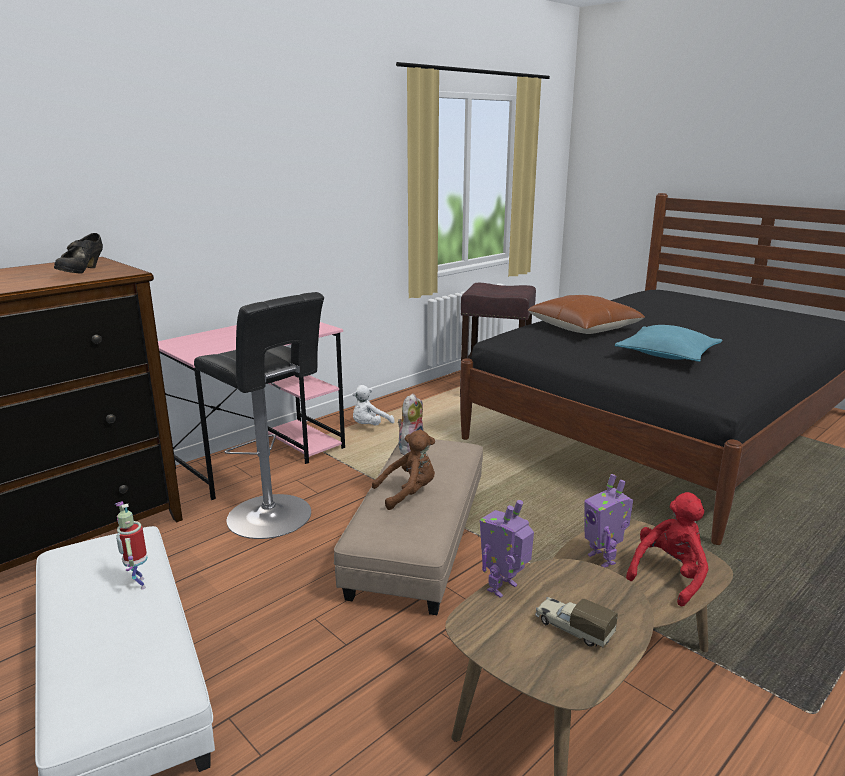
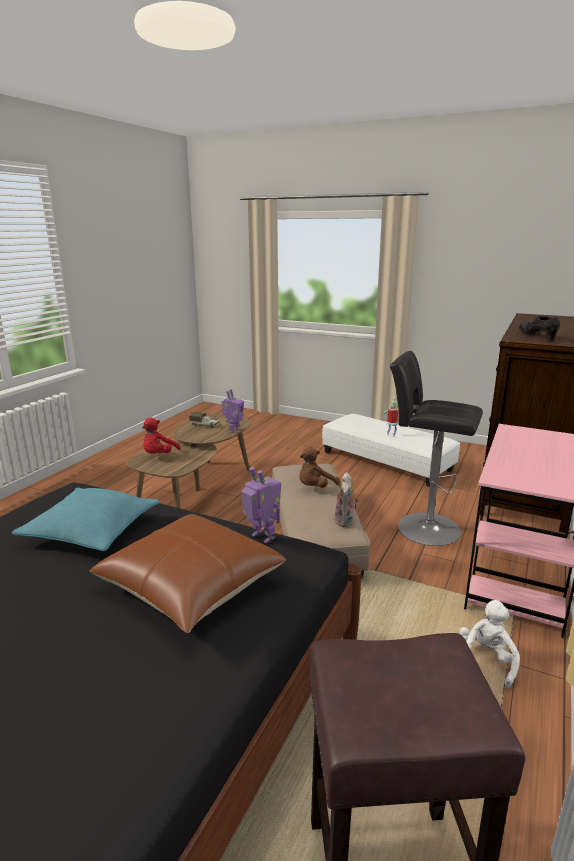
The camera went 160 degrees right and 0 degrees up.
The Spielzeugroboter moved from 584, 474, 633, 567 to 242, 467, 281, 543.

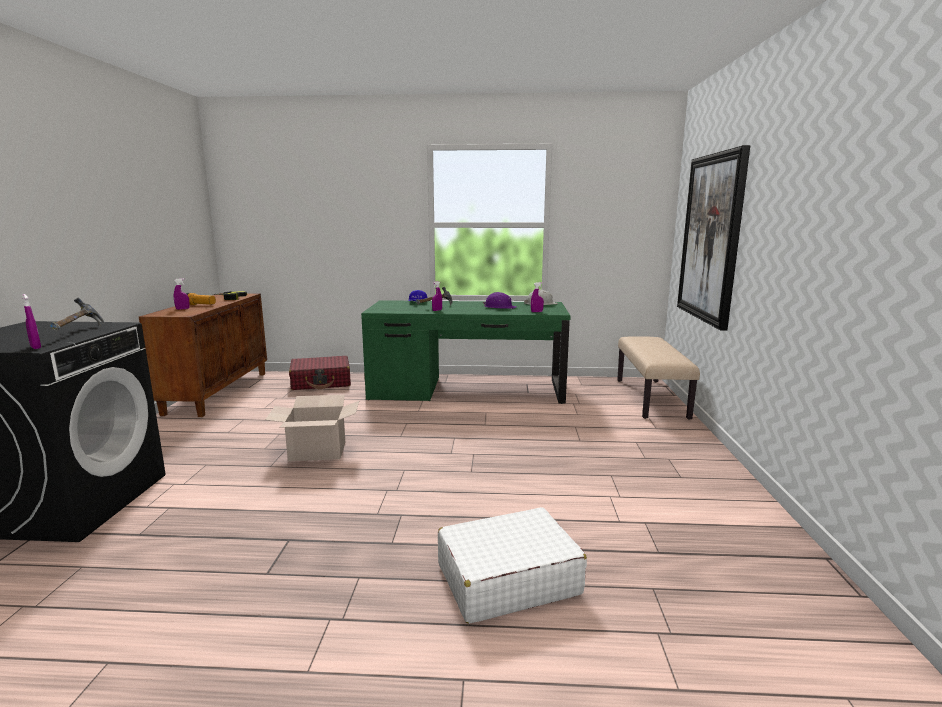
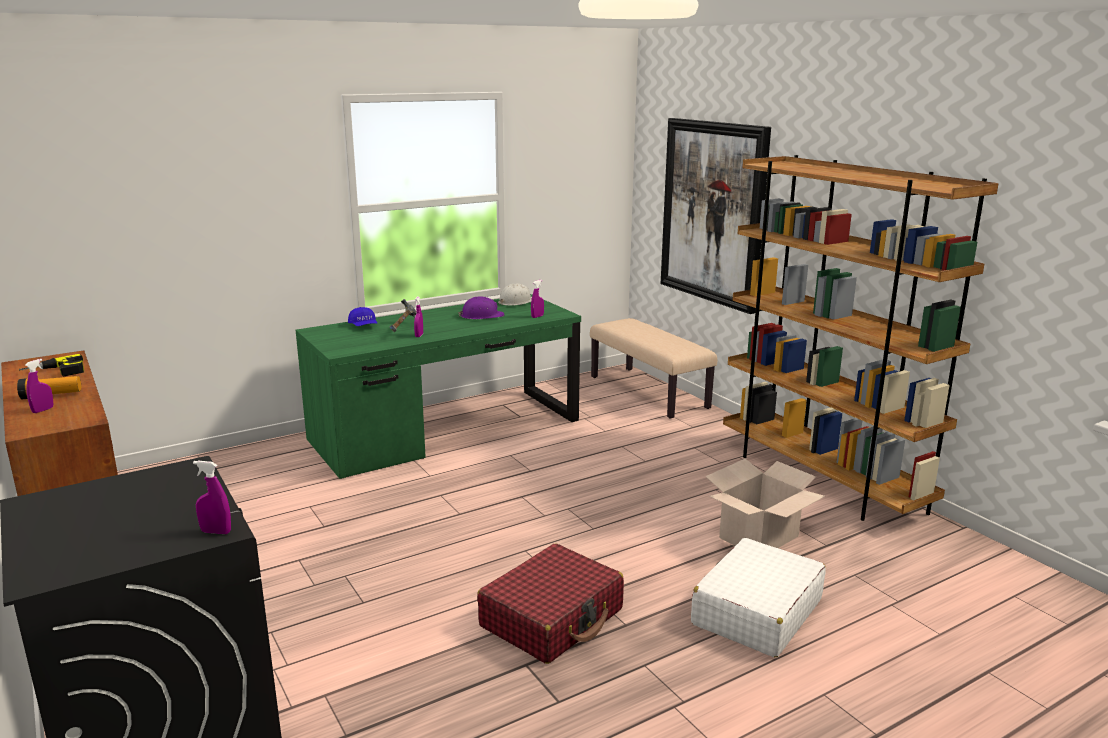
The camera went 35 degrees left and 5 degrees up.
The Hammer at 49, 297, 105, 331 disappeared.
The Karton moved from 265, 395, 359, 461 to 705, 458, 825, 548.
The Koffer [rot] moved from 289, 356, 351, 390 to 477, 543, 624, 664.
The Bücherregal [braun] at 723, 155, 999, 521 appeared.

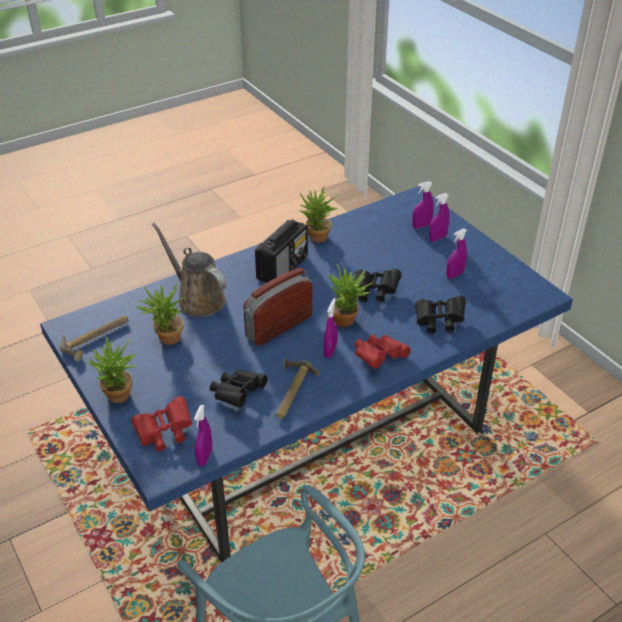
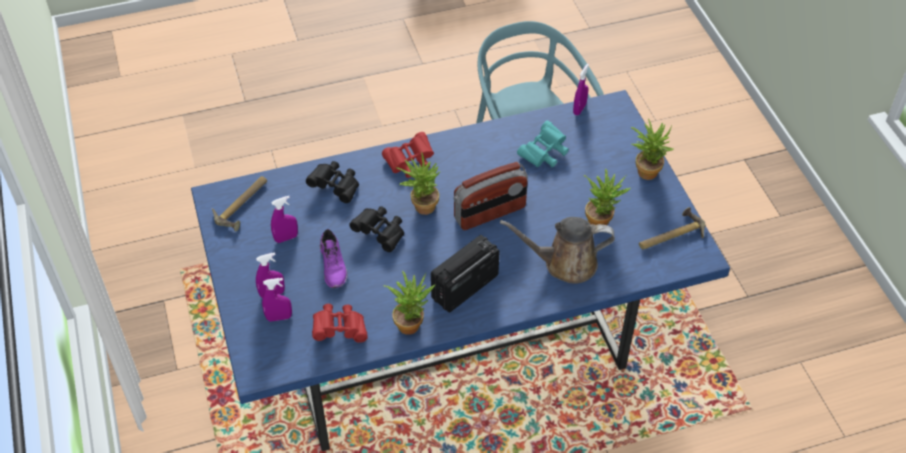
The camera went 165 degrees left and 10 degrees up.
The Fernglas [rot] moved from 131, 397, 192, 452 to 312, 304, 367, 343.
The Gießkanne [braun] at 152, 223, 226, 317 turned 120 degrees clockwise.
The Fernglas [schwarz] at 210, 370, 267, 408 became the Fernglas [türkis] at 517, 121, 569, 168.
The Hammer moved from 275, 358, 319, 418 to 212, 176, 267, 231.
The Sprühflasche [lila] at 324, 298, 338, 358 disappeared.
The Schuh [lila] at 320, 229, 348, 288 appeared.

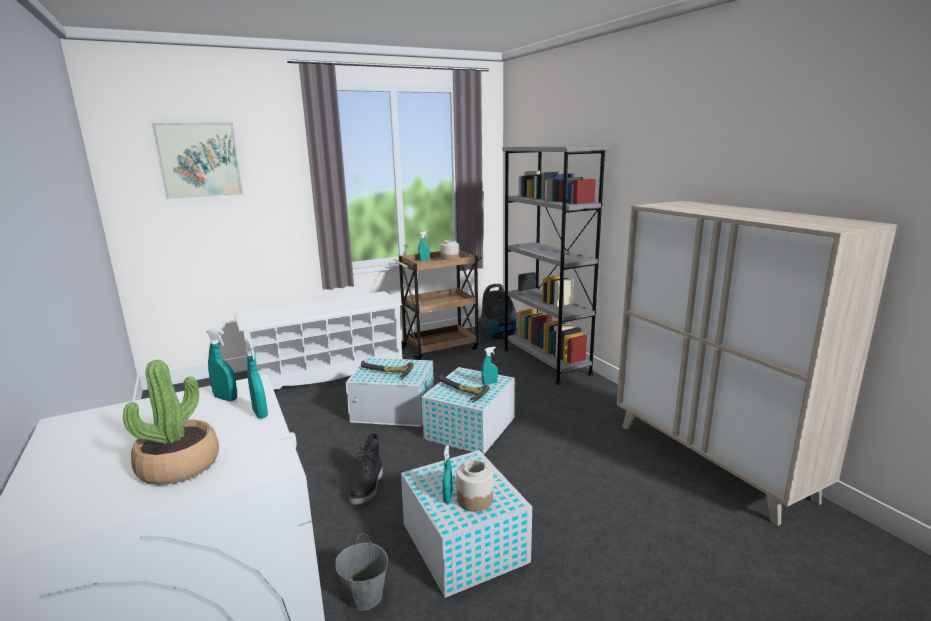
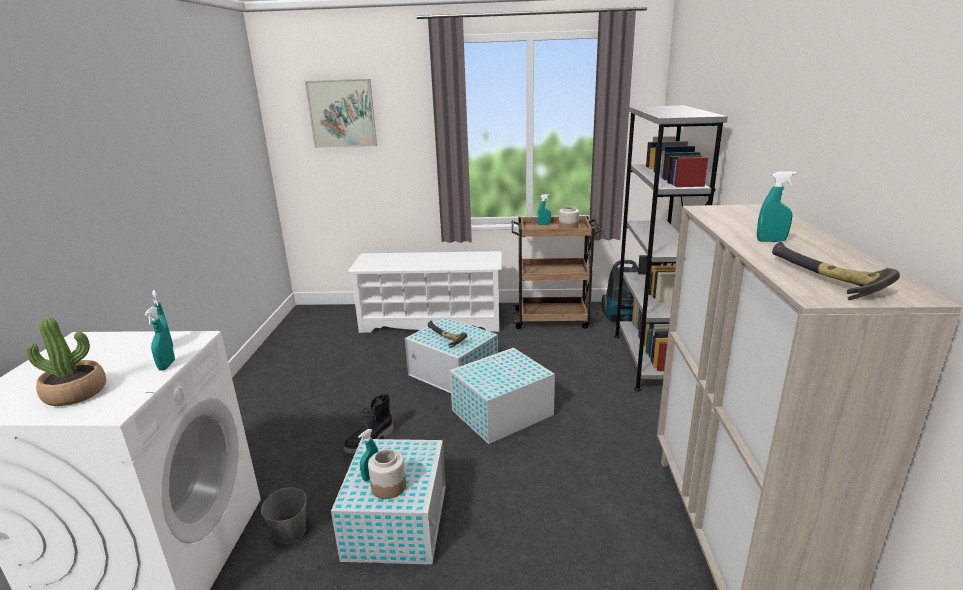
The camera went 30 degrees right and 5 degrees up.
The Hammer moved from 439, 374, 490, 403 to 772, 242, 900, 300.
The Sprühflasche [türkis] moved from 481, 347, 498, 385 to 757, 171, 797, 242.

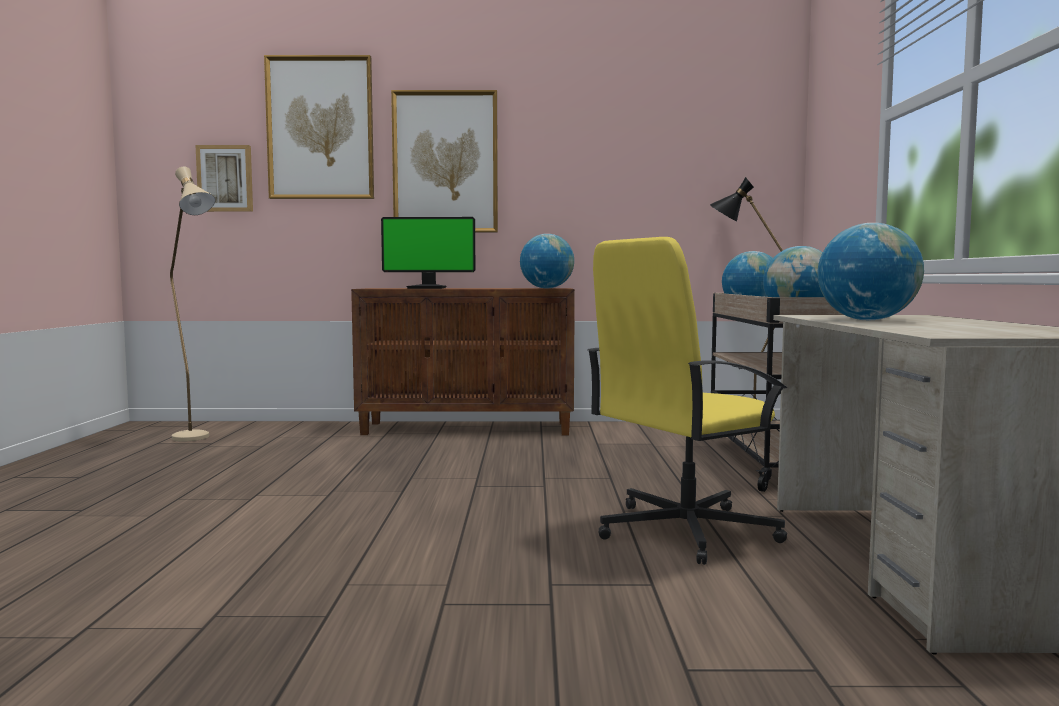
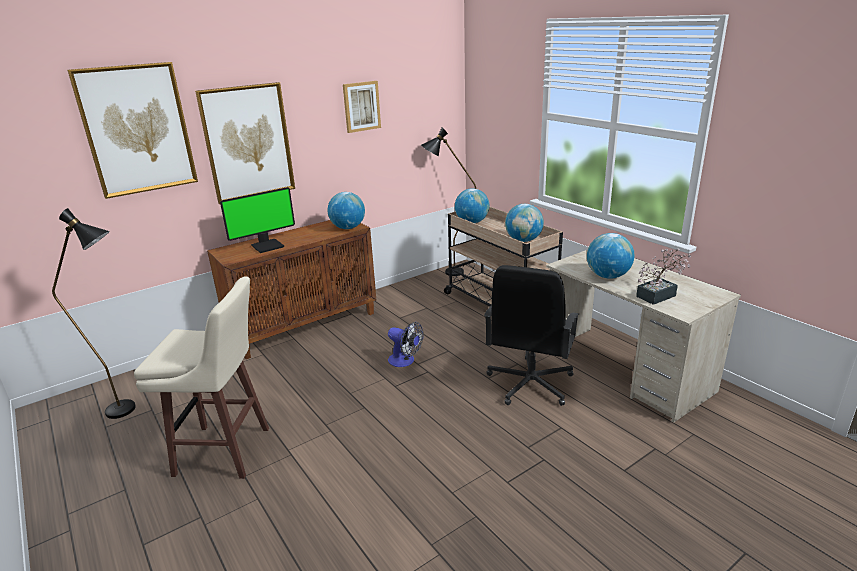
The camera went 35 degrees left and 20 degrees up.
The Stehlampe [beige] at 170, 166, 216, 441 became the Stehlampe [schwarz] at 52, 208, 136, 419.
The Bild moved from 196, 145, 253, 212 to 343, 81, 381, 133.
The Bürostuhl [gelb] at 588, 237, 787, 565 became the Bürostuhl [schwarz] at 484, 265, 579, 406.
The Hocker [beige] at 134, 276, 269, 479 appeared.
The Ventilator at 388, 322, 424, 367 appeared.
The Topfpflanze at 636, 248, 691, 305 appeared.

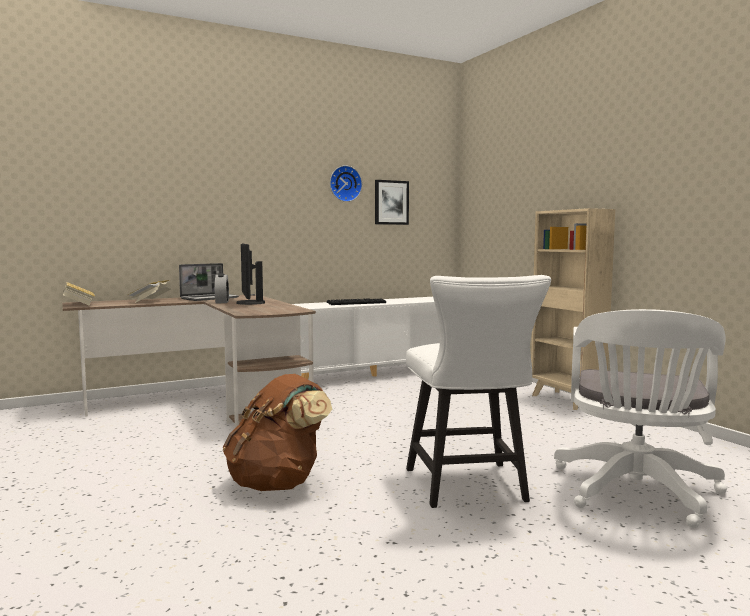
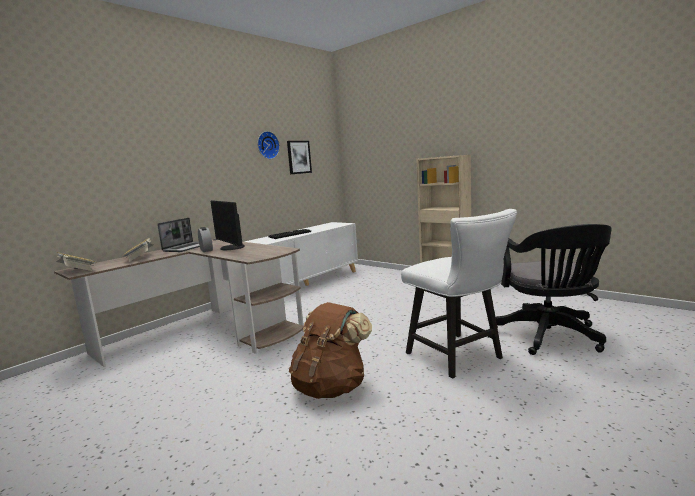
The camera went 20 degrees left and 5 degrees up.
The Bürostuhl [weiß] at 554, 309, 727, 528 became the Bürostuhl [schwarz] at 495, 224, 612, 355.

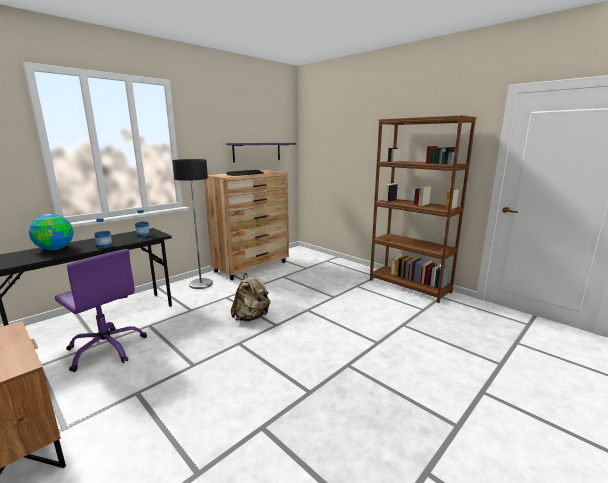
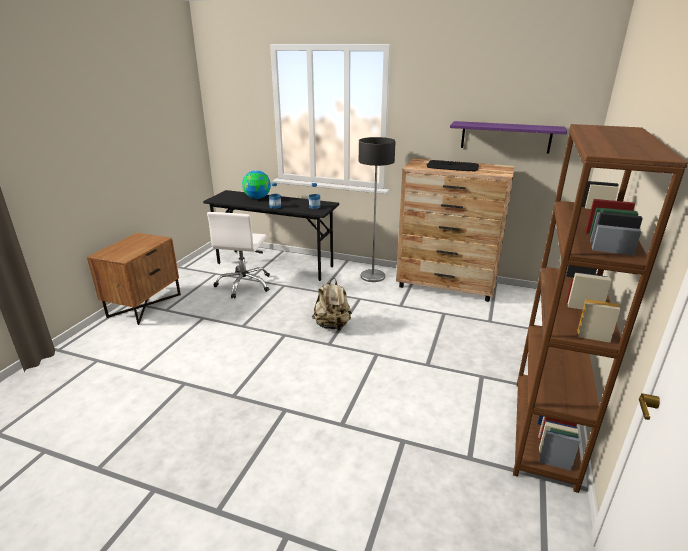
The camera went 65 degrees right and 10 degrees up.
The Bürostuhl [lila] at 55, 249, 147, 372 became the Bürostuhl [weiß] at 207, 212, 270, 299.

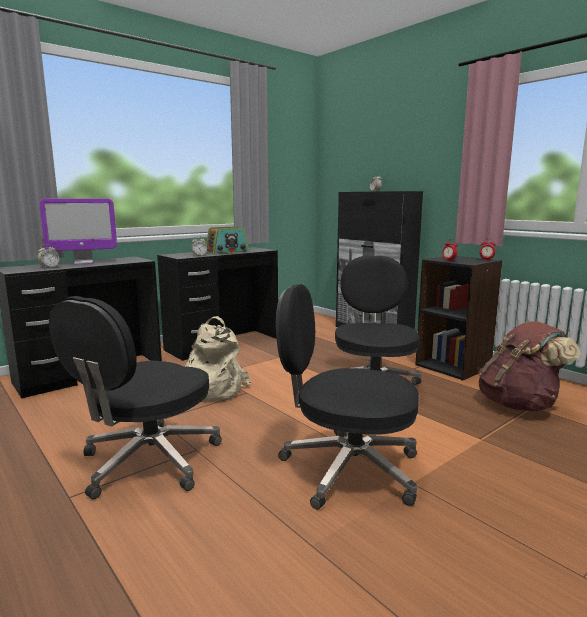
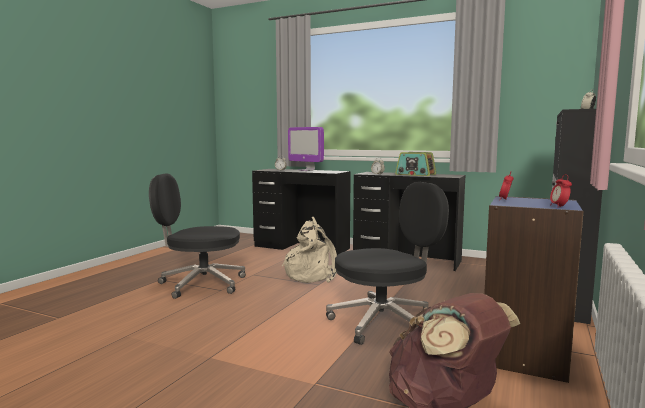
The camera went 65 degrees right and 5 degrees down.
The Bürostuhl [schwarz] at 276, 284, 419, 510 disappeared.
The Bücherregal [schwarz] at 415, 256, 502, 380 became the Bücherregal [blau] at 484, 196, 583, 383.

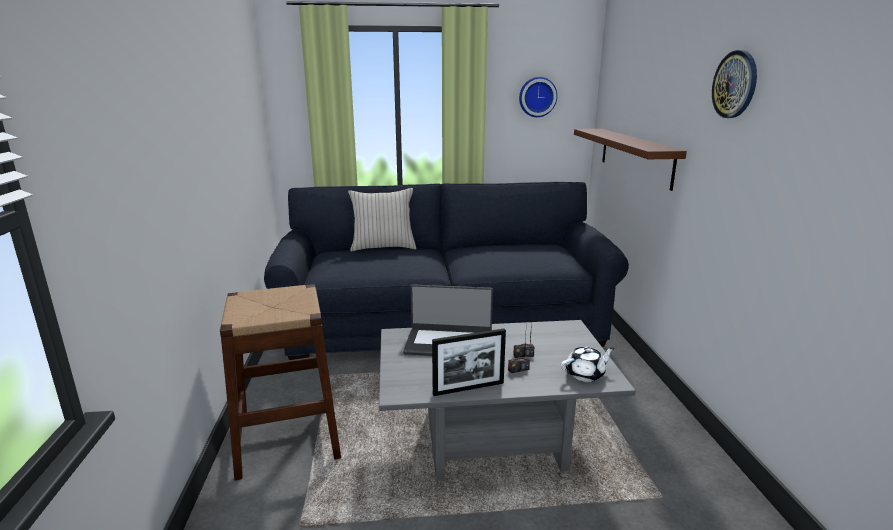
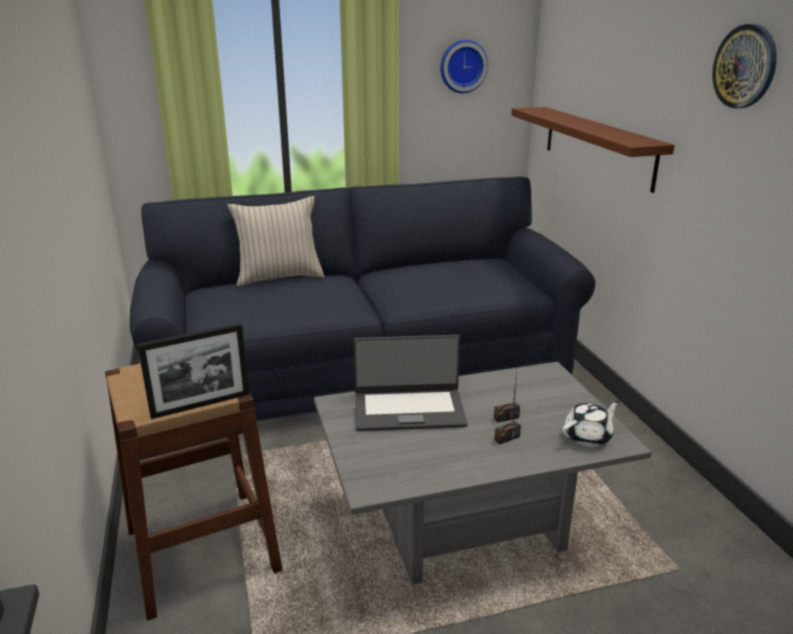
The camera went 10 degrees left and 5 degrees up.
The Bilderrahmen moved from 432, 329, 506, 396 to 137, 323, 249, 419.

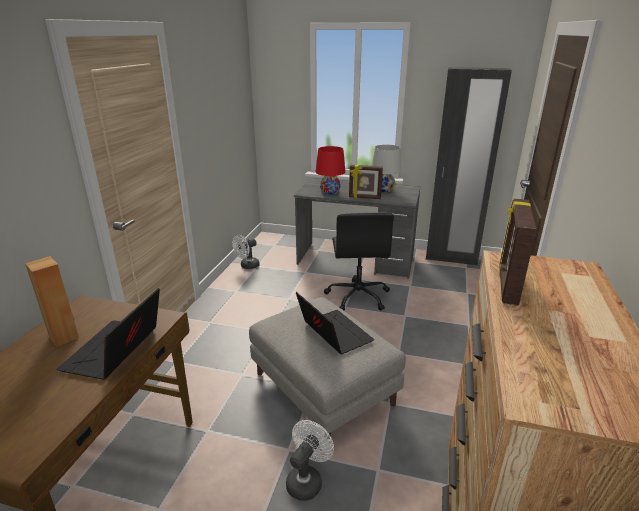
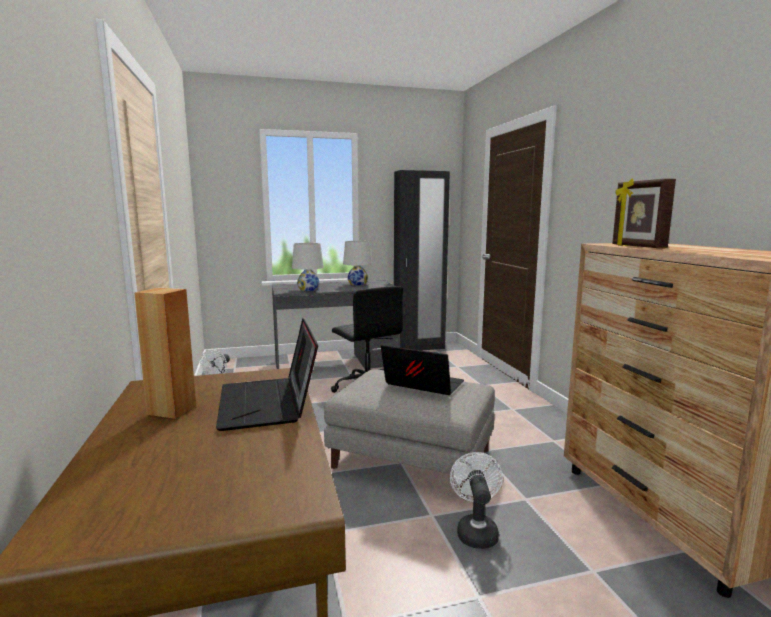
The camera went 30 degrees left and 15 degrees down.
The Tischlampe [rot] at 316, 146, 345, 195 became the Tischlampe [weiß] at 292, 243, 324, 291.
The Bilderrahmen at 349, 165, 383, 199 disappeared.

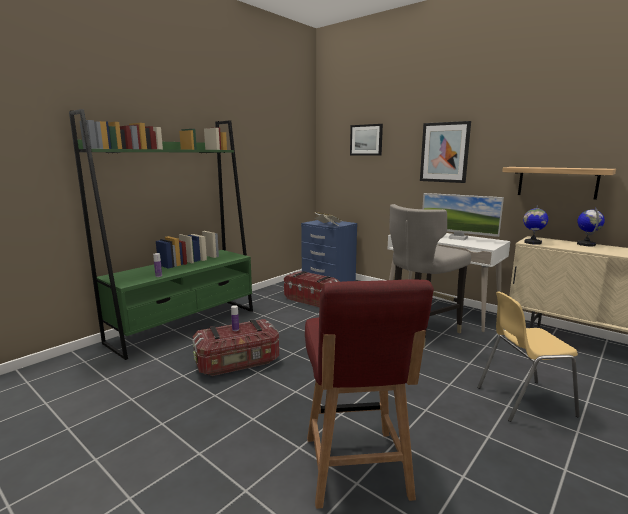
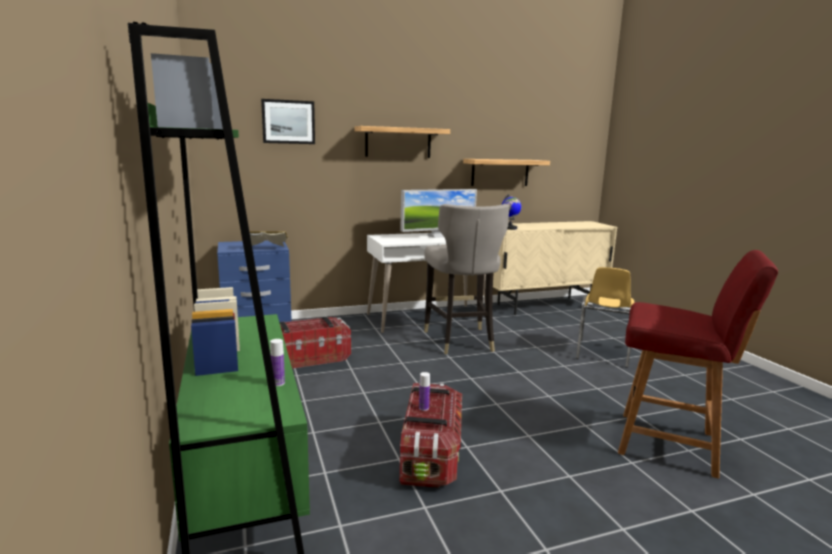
The camera went 60 degrees left and 0 degrees up.
The Bild at 420, 121, 471, 183 was replaced by the Wandregal at 355, 126, 450, 158.
The Globus at 577, 207, 605, 246 disappeared.

